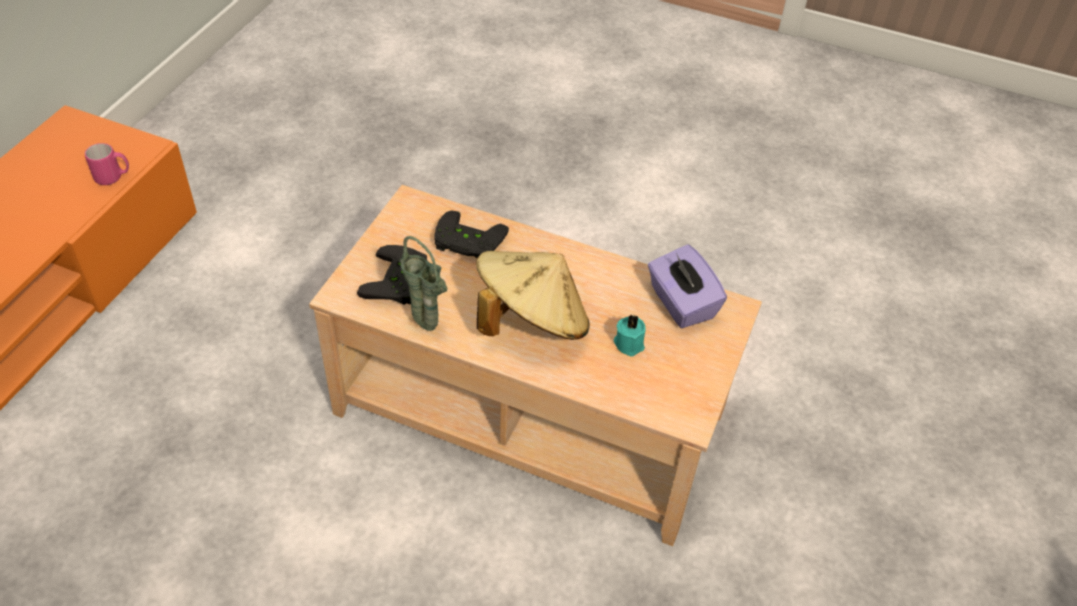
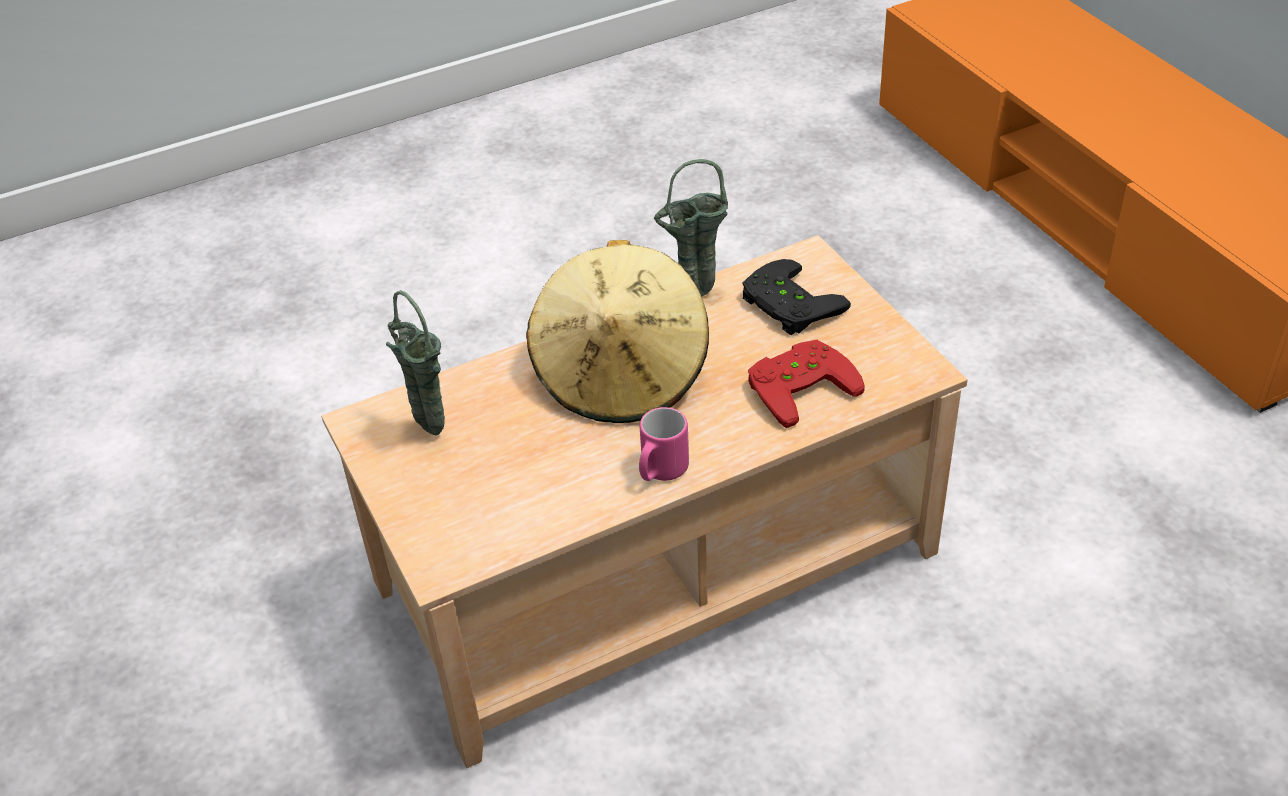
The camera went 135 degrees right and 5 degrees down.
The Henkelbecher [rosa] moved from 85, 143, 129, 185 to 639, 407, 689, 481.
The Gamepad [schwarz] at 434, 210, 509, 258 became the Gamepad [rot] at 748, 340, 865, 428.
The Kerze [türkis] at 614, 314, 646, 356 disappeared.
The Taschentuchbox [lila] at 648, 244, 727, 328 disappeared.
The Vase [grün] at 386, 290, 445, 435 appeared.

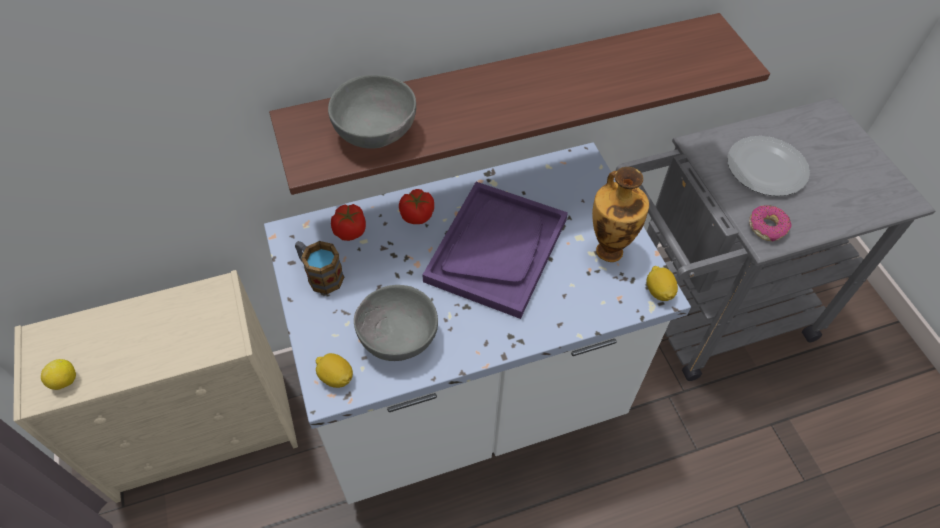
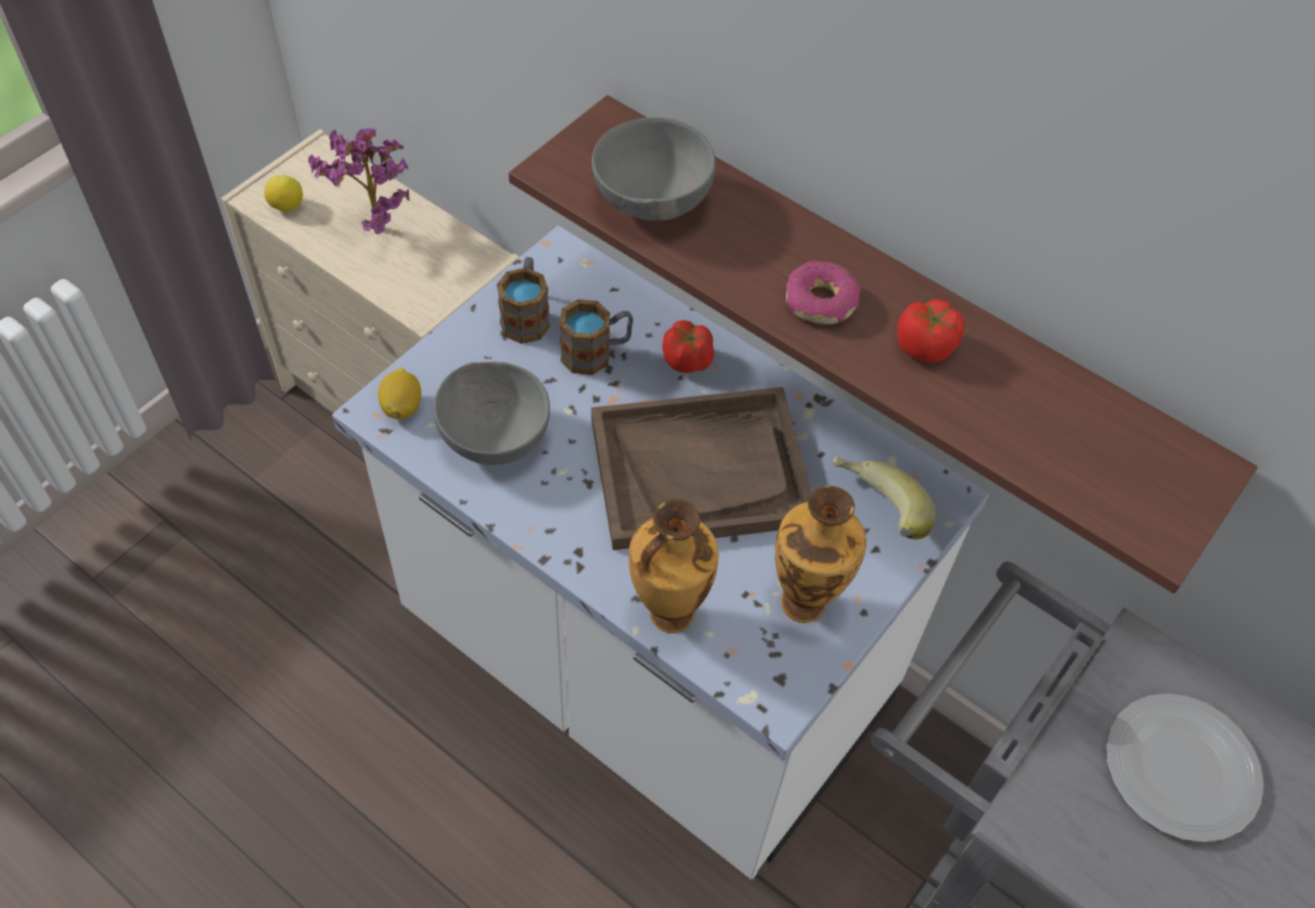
The camera went 55 degrees right and 0 degrees up.
The Tomate moved from 331, 204, 366, 241 to 898, 299, 965, 363.
The Tablett [lila] at 422, 182, 568, 319 became the Tablett [braun] at 591, 387, 812, 550.
The Zitrone at 647, 266, 678, 301 disappeared.
The Donut moved from 749, 205, 792, 241 to 786, 261, 860, 325.
The Topfpflanze at 308, 128, 410, 234 appeared.
The Henkelbecher at 559, 299, 633, 375 appeared.
The Vase at 629, 499, 719, 633 appeared.
The Banane at 833, 456, 936, 540 appeared.

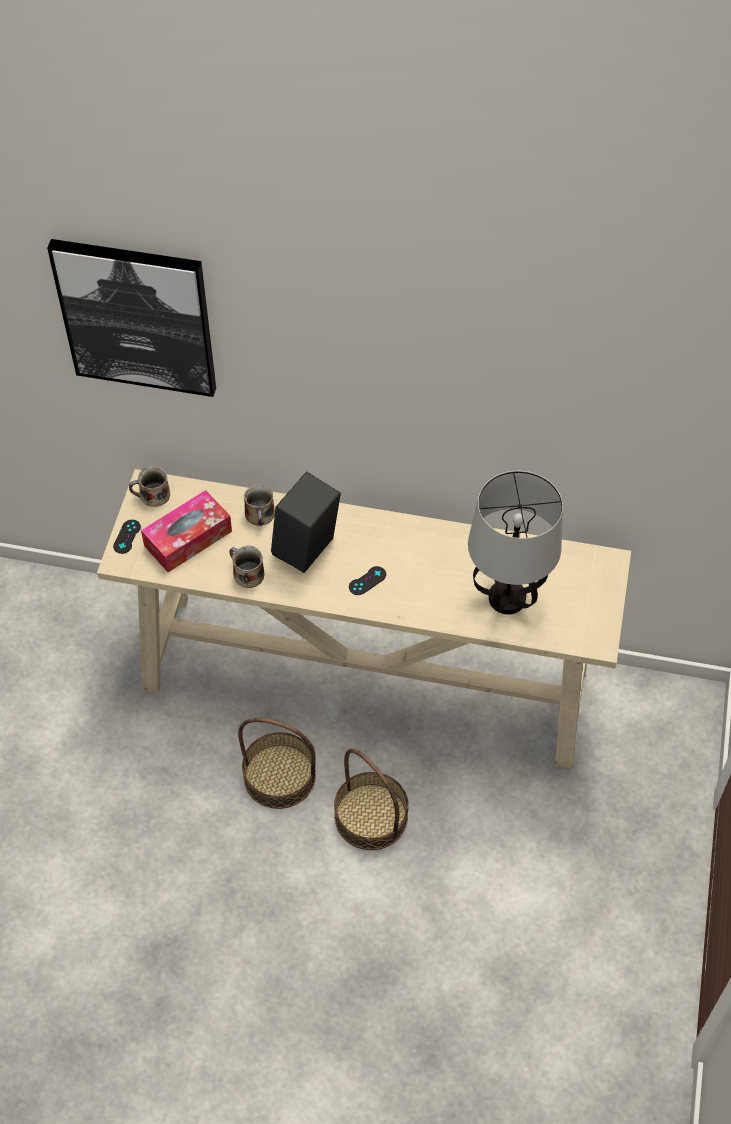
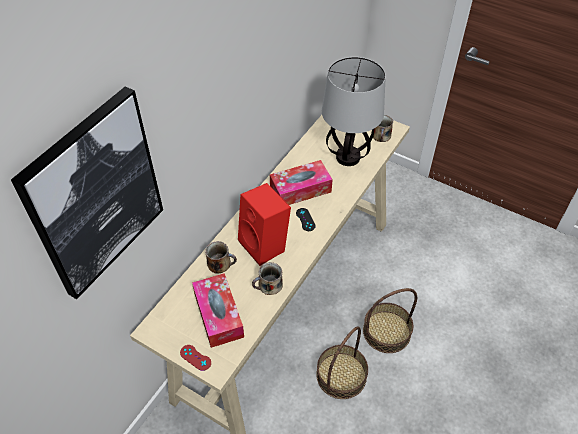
The camera went 70 degrees left and 5 degrees down.
The Gamepad [schwarz] at 113, 520, 141, 554 became the Gamepad [rot] at 180, 345, 211, 371.
The Henkelbecher moved from 129, 466, 170, 507 to 373, 115, 393, 142.
The Lautsprecher [schwarz] at 271, 471, 341, 573 became the Lautsprecher [rot] at 238, 183, 291, 266.
The Taschentuchbox at 270, 160, 333, 205 appeared.

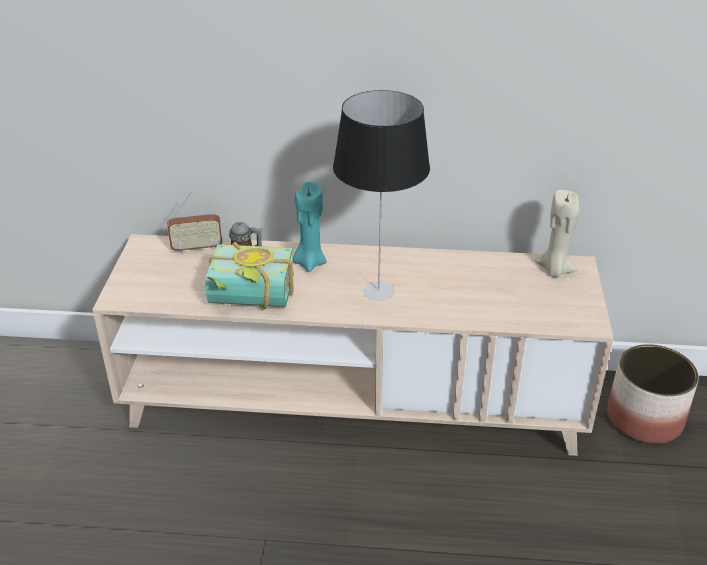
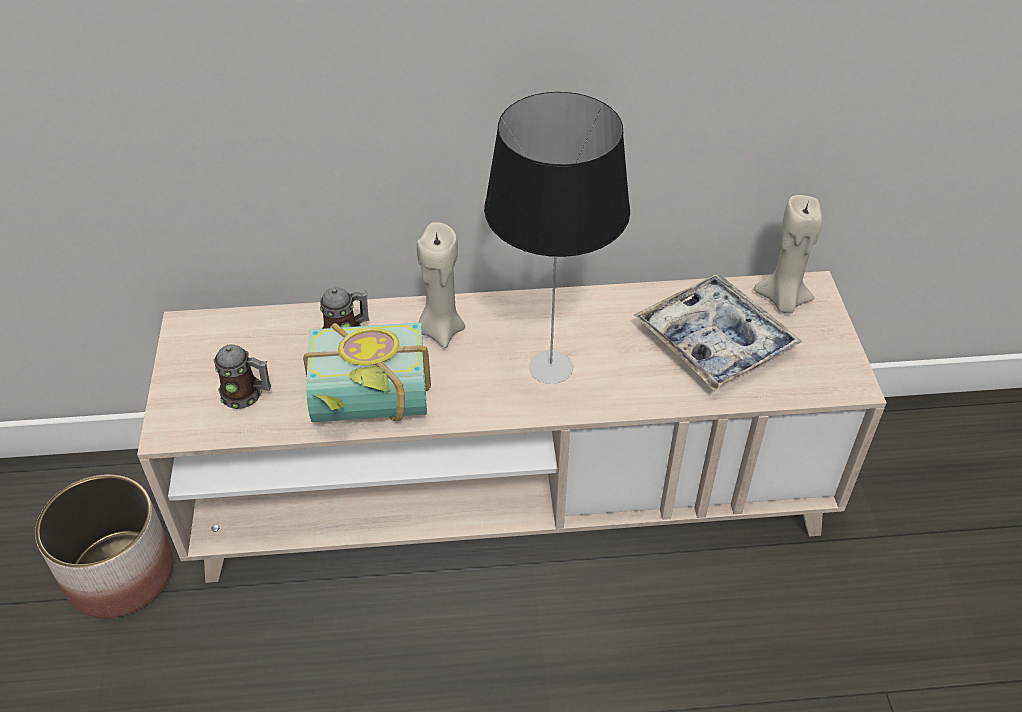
The camera went 10 degrees left and 10 degrees up.
The Radio at 167, 192, 222, 254 disappeared.
The Kerze [türkis] at 293, 182, 327, 272 became the Kerze [beige] at 417, 222, 465, 348.
The Pflanzkübel moved from 607, 344, 699, 443 to 35, 475, 173, 618.
The Henkelbecher at 213, 344, 271, 409 appeared.
The Tablett at 634, 274, 802, 391 appeared.

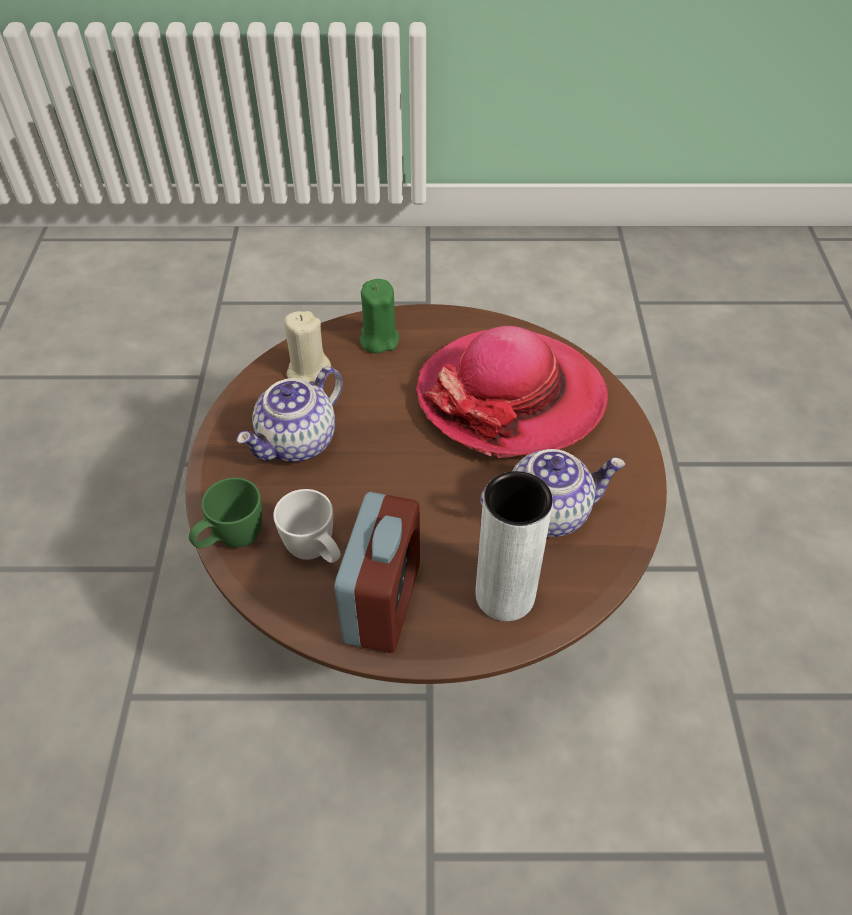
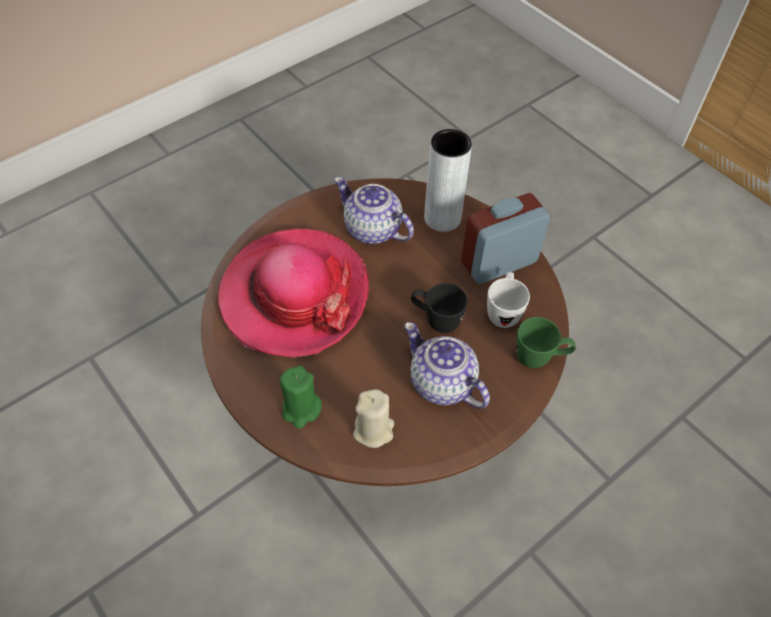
The camera went 130 degrees left and 5 degrees up.
The Teekanne at 236, 367, 343, 462 turned 135 degrees counterclockwise.
The Henkelbecher [schwarz] at 411, 283, 468, 333 appeared.

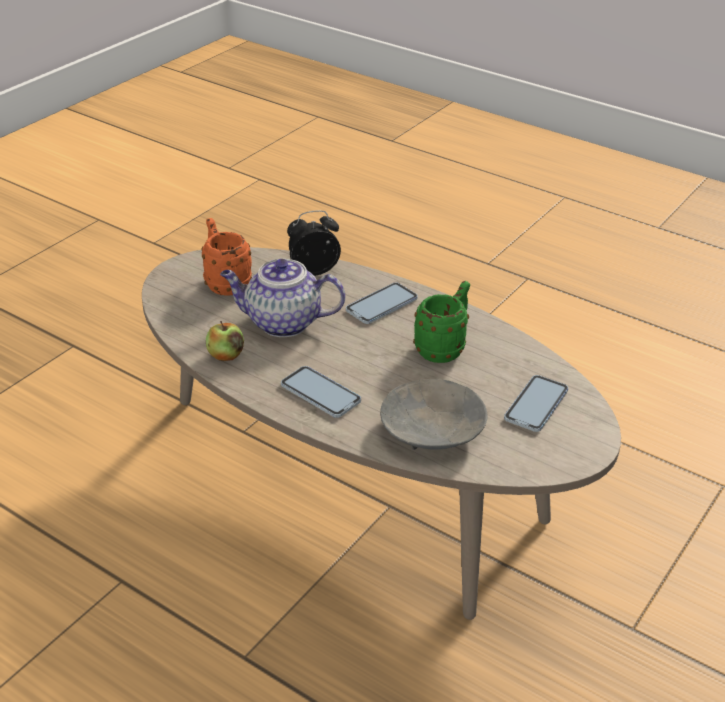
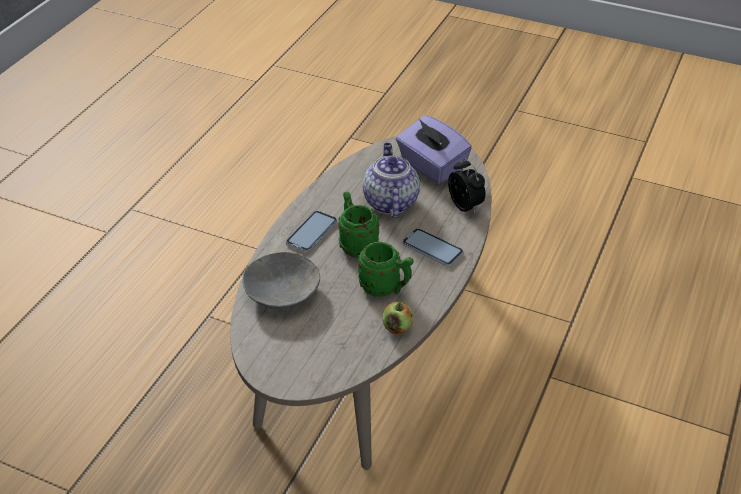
The camera went 80 degrees right and 5 degrees up.
The Henkelbecher [orange] at 201, 218, 252, 296 was replaced by the Taschentuchbox [lila] at 396, 115, 472, 184.
The Apfel moved from 206, 321, 244, 361 to 383, 302, 413, 335.
The Handy at 504, 375, 568, 432 disappeared.
The Henkelbecher [grün] at 338, 191, 379, 258 appeared.

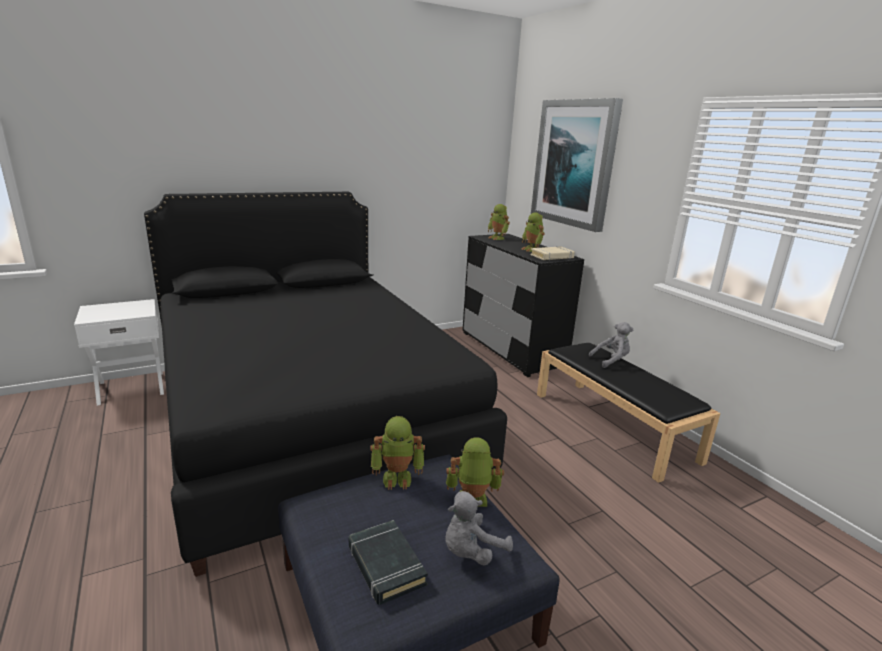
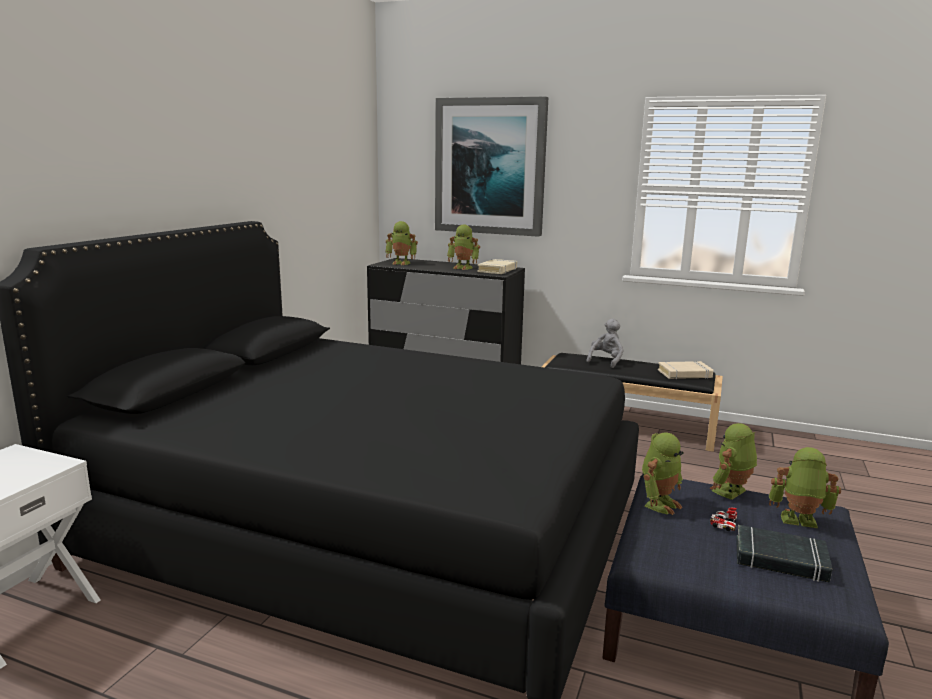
The camera went 40 degrees left and 5 degrees down.
The Plüschtier [grau] at 445, 491, 513, 566 was replaced by the Spielzeugroboter at 769, 447, 841, 528.
The Buch [beige] at 658, 361, 713, 379 appeared.
The Spielzeugauto at 710, 507, 737, 531 appeared.

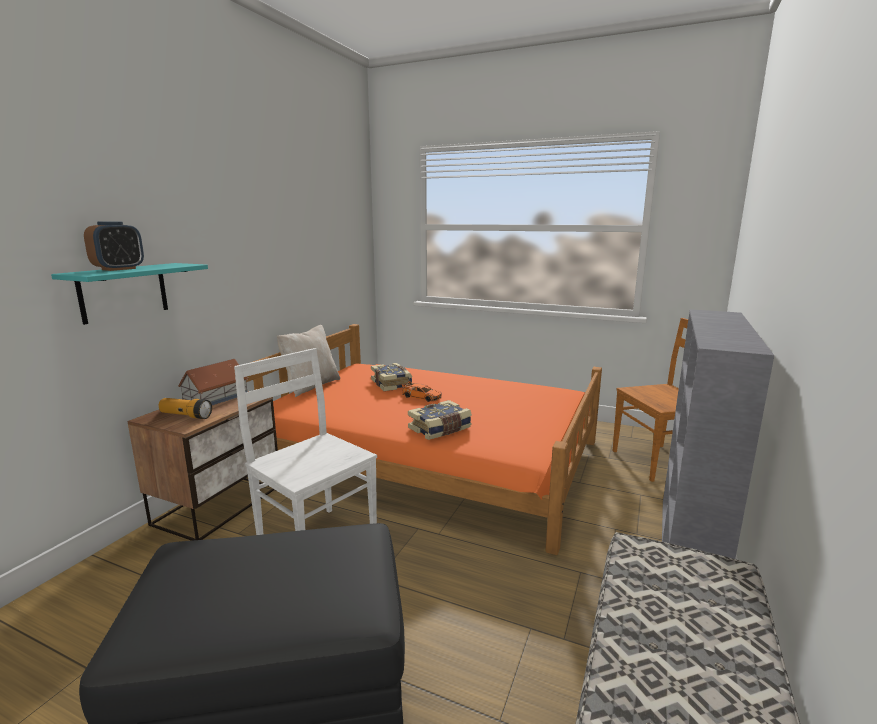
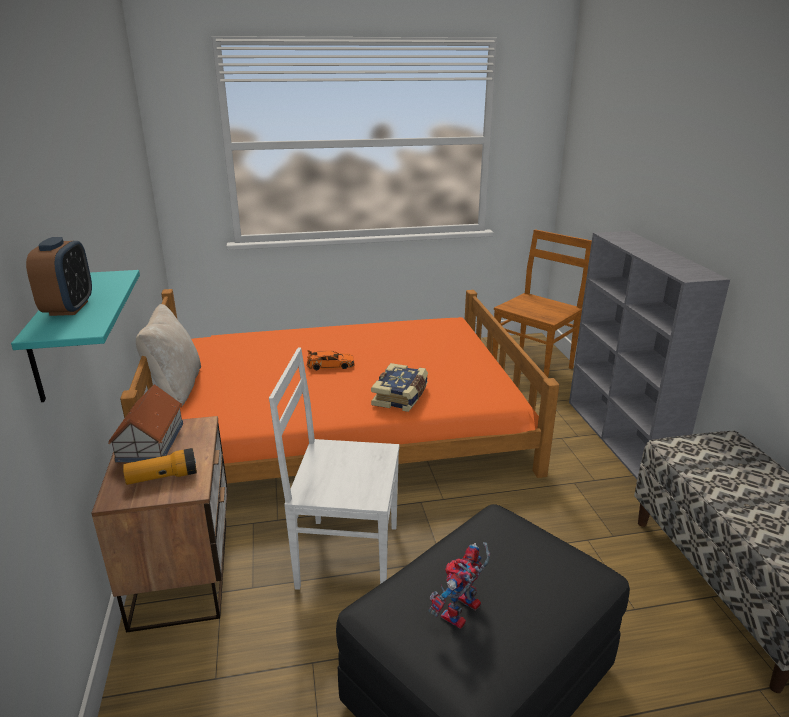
The camera went 35 degrees left and 10 degrees up.
The Buch at 371, 363, 412, 391 disappeared.
The Spielzeugroboter at 428, 542, 490, 629 appeared.

